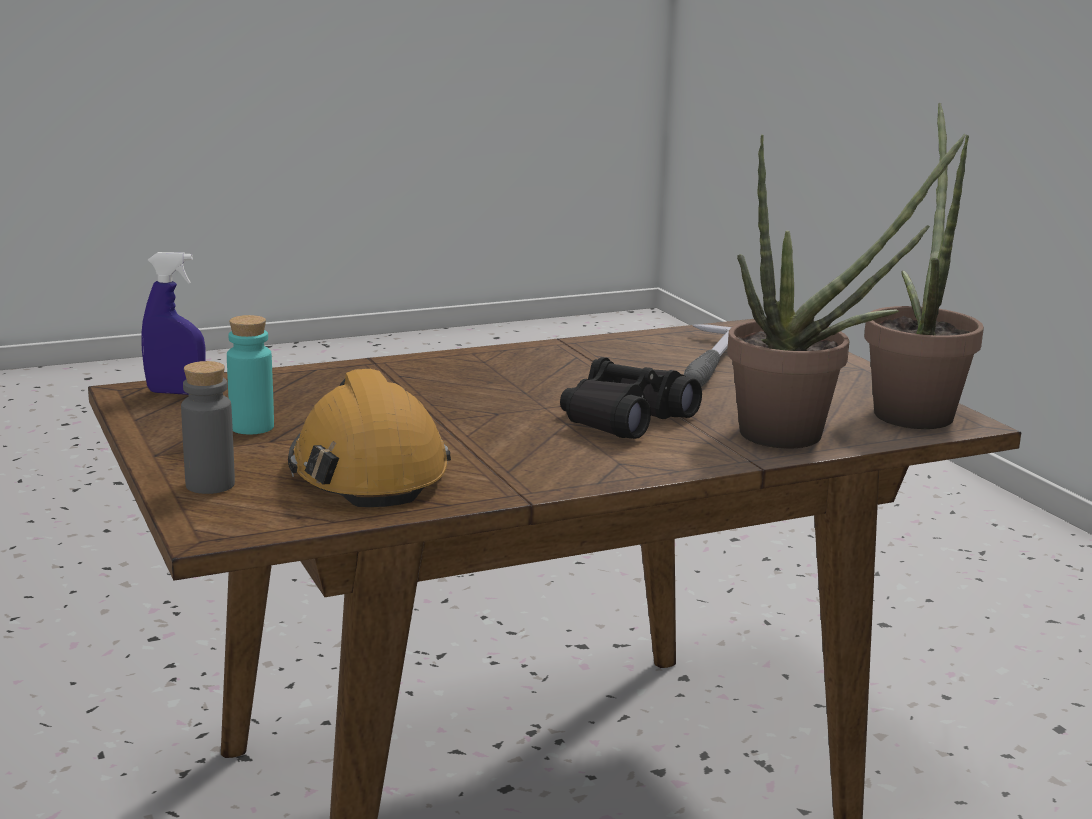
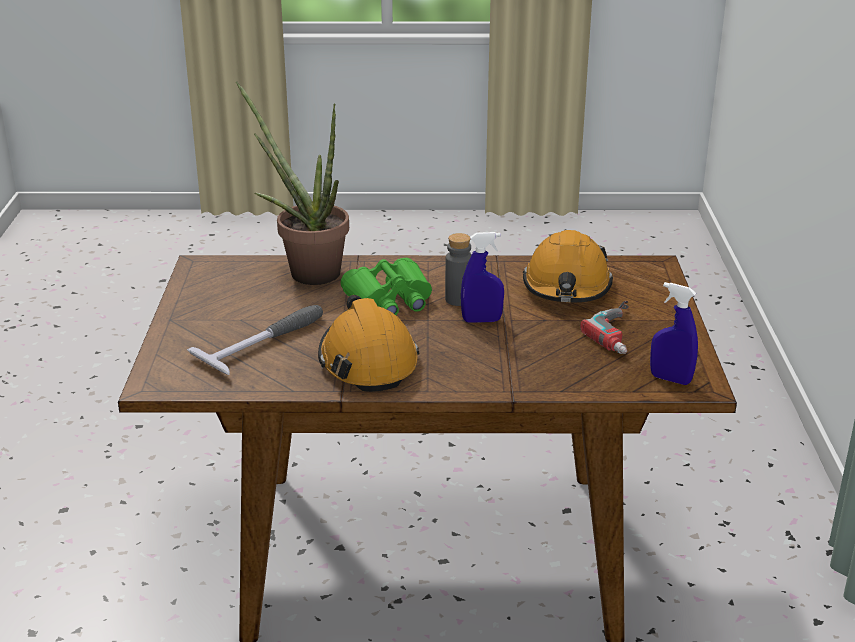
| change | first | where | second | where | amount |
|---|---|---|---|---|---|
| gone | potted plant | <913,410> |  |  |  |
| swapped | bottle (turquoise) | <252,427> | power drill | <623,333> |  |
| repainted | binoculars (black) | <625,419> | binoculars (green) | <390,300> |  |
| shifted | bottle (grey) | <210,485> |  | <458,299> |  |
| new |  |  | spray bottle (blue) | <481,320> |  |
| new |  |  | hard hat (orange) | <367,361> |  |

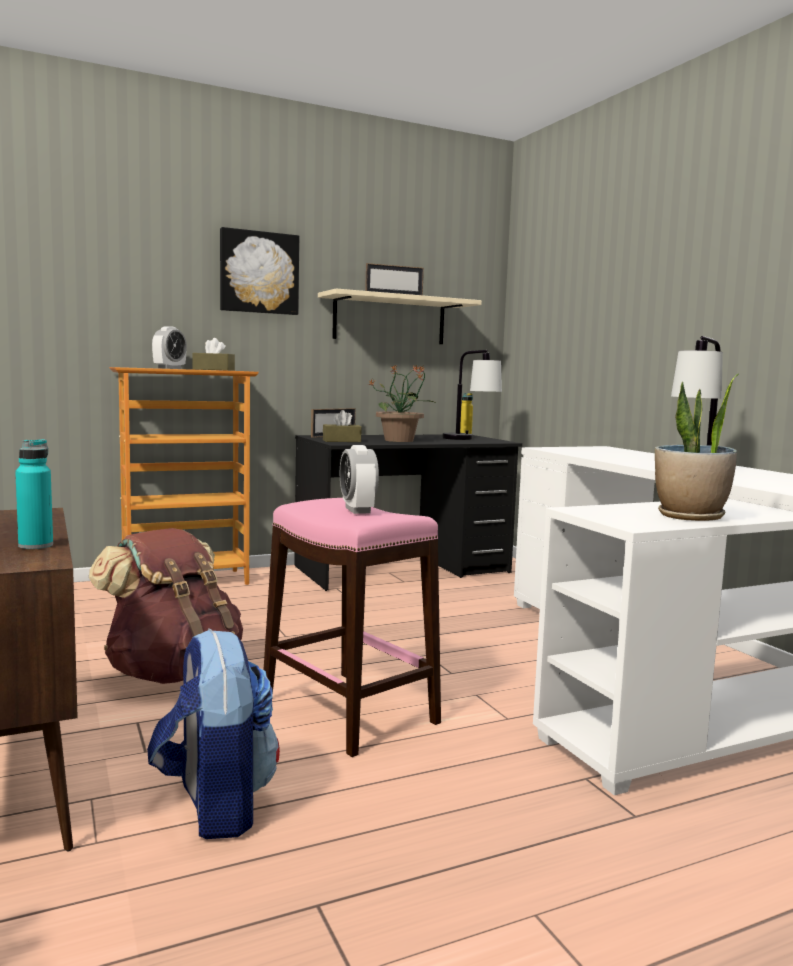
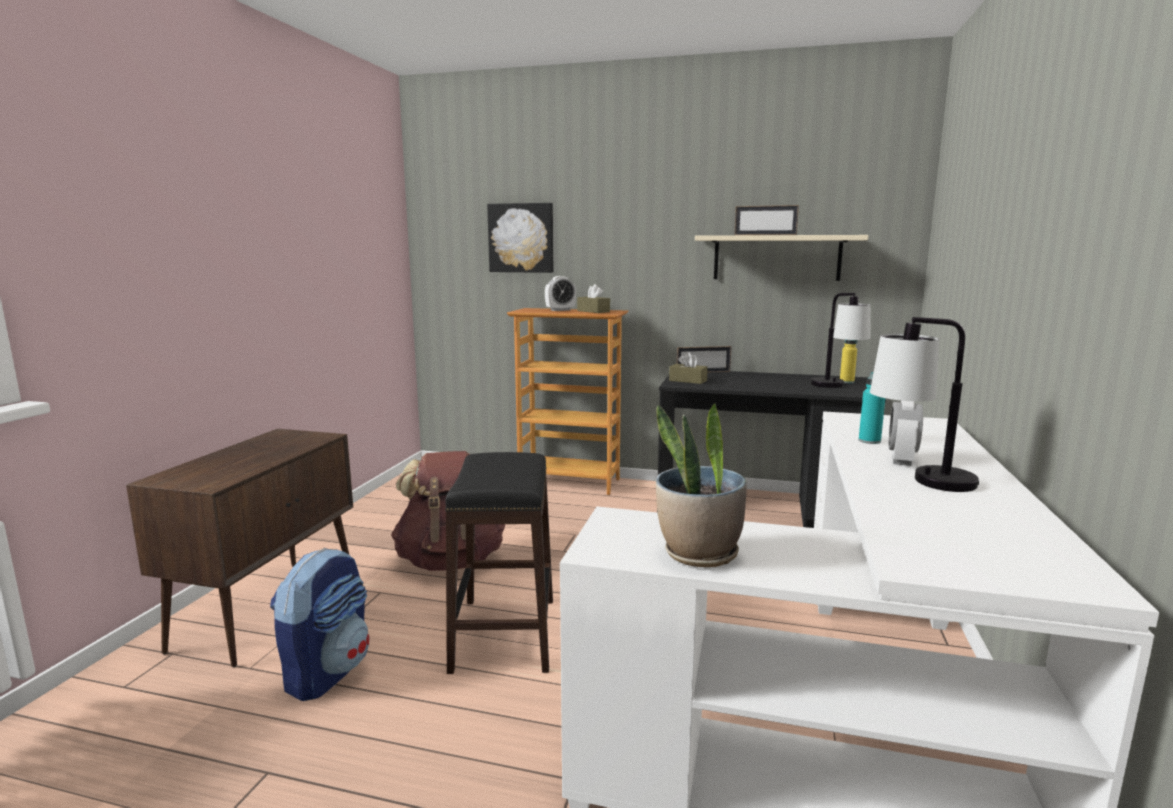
| change | first | where | second | where | amount |
|---|---|---|---|---|---|
| shifted | picture | <259,272> |  | <521,238> |  |
| gone | potted plant | <400,440> |  |  |  |
| shifted | bottle (turquoise) | <35,545> |  | <869,441> |  |
| shifted | alarm clock | <357,510> |  | <901,460> |  |
| repainted | stool (pink) | <348,711> | stool (black) | <503,634> |  |

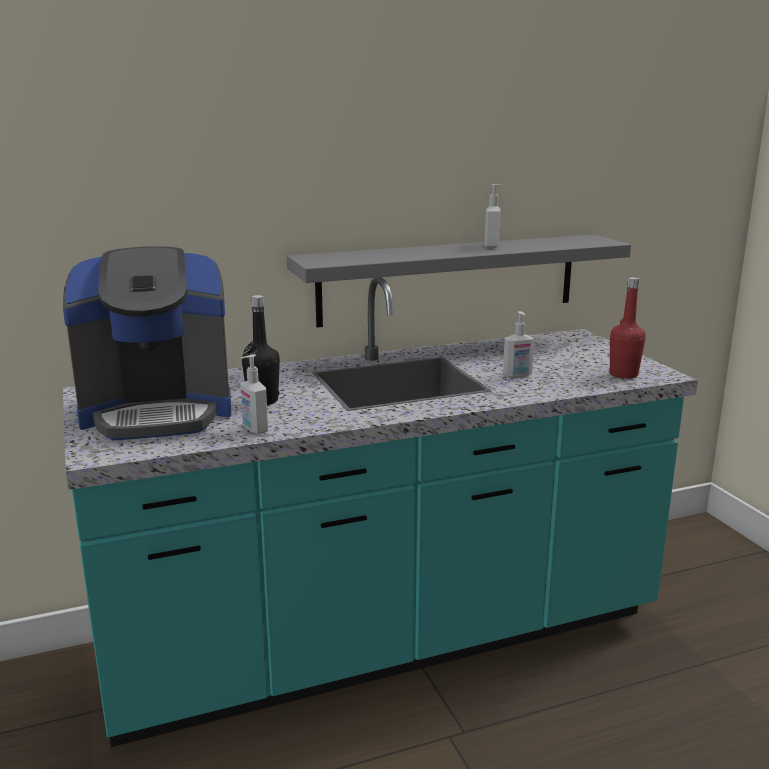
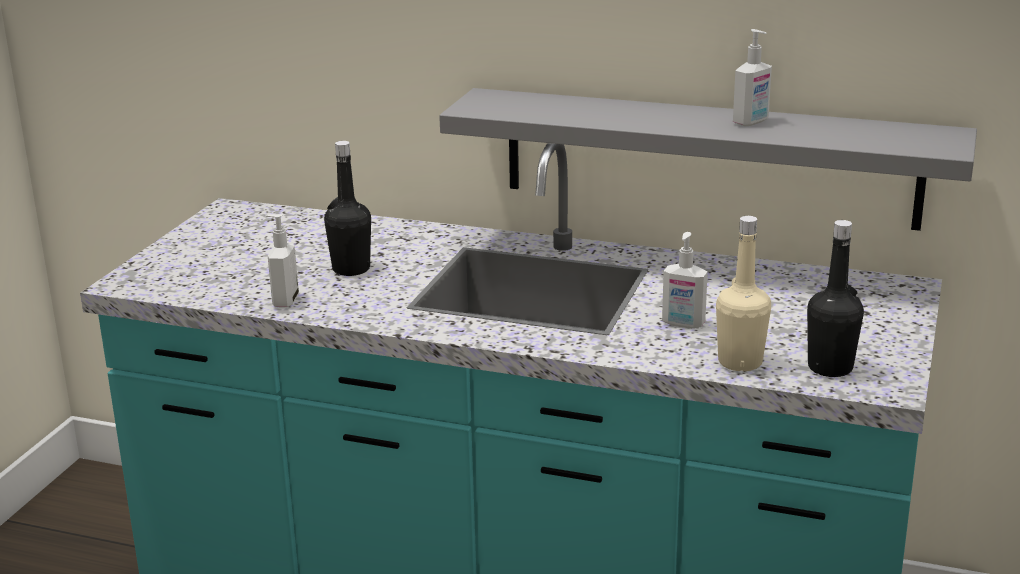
| change | first | where | second | where | amount |
|---|---|---|---|---|---|
| gone | coffee machine | <158,412> |  |  |  |
| repainted | bottle (red) | <623,374> | bottle (black) | <830,368> |  |
| new |  |  | bottle (beige) | <740,362> |  |

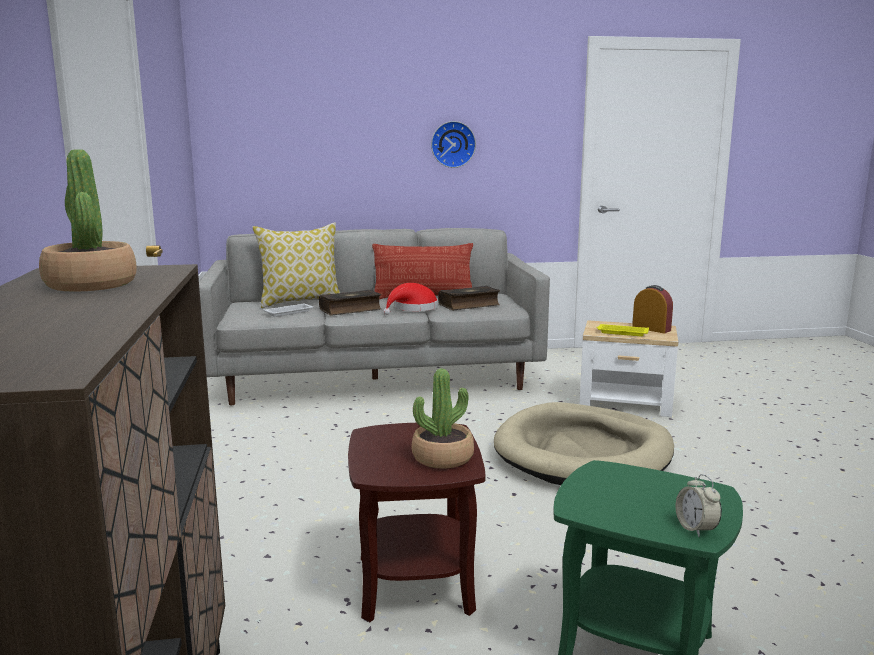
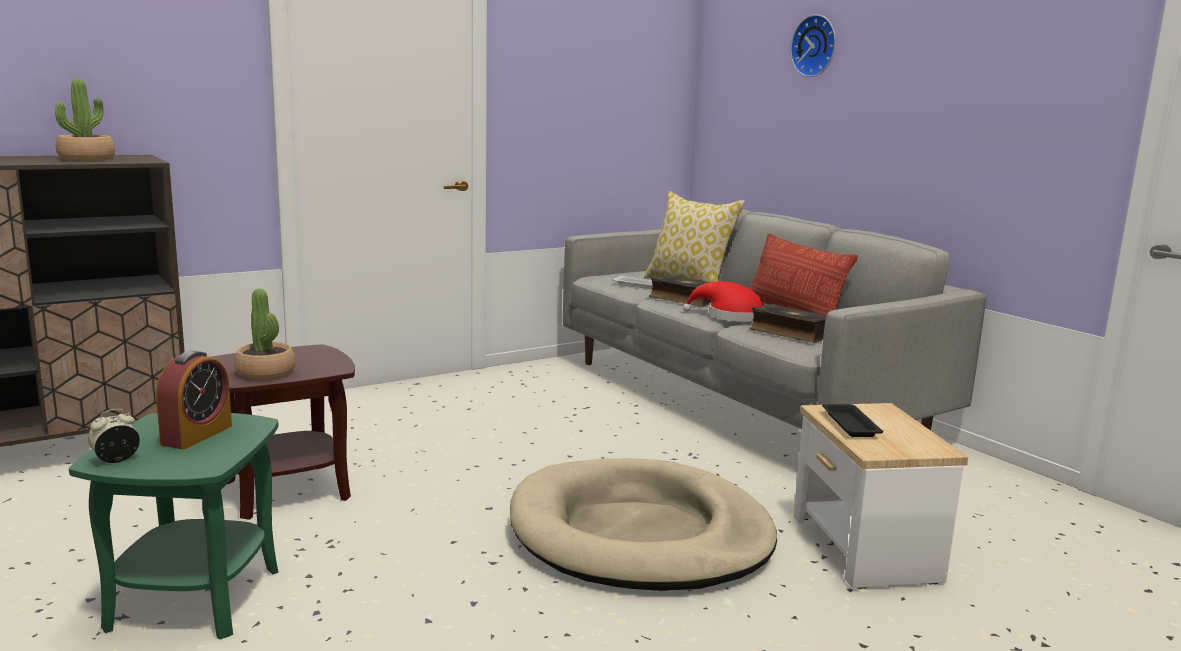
| change | first | where | second | where | amount |
|---|---|---|---|---|---|
| shifted | wall clock | <452,144> |  | <816,46> |  |
| shifted | alarm clock | <651,329> |  | <197,435> |  |
| repainted | tray (yellow) | <621,333> | tray (black) | <849,424> |  |

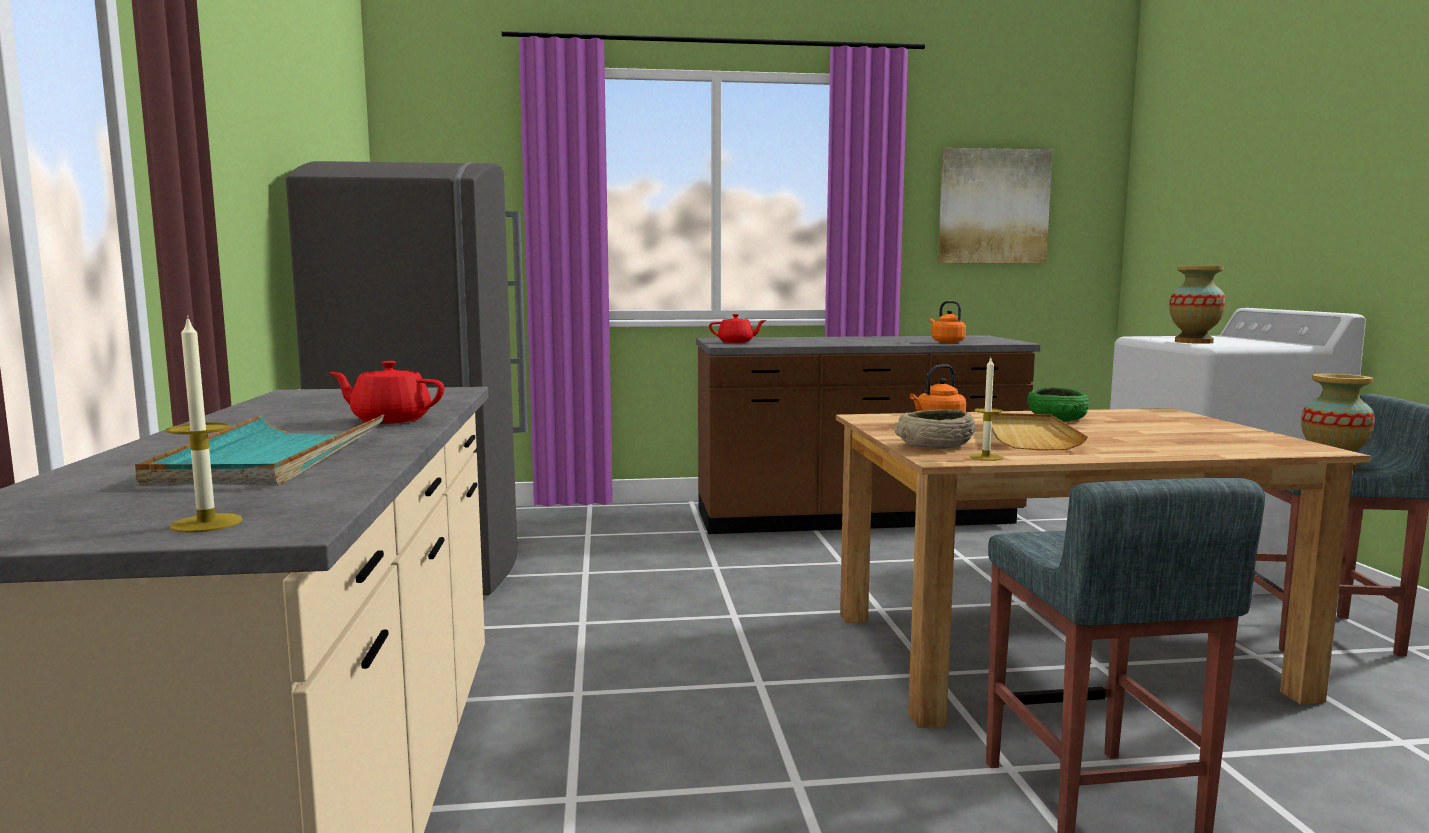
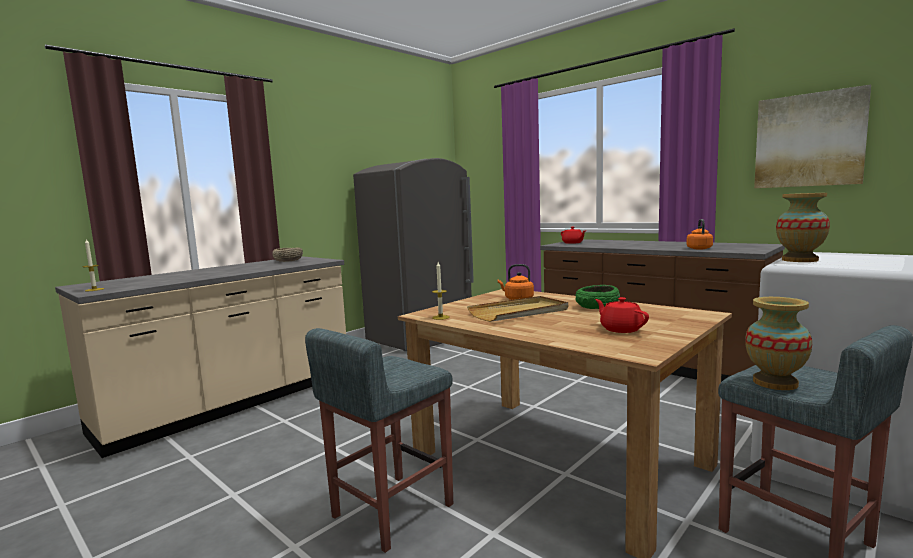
| change | first | where | second | where | amount |
|---|---|---|---|---|---|
| shifted | teapot (red) | <390,420> |  | <620,329> |  |
| shifted | bowl (beige) | <935,445> |  | <288,260> |  |
| gone | tray (turquoise) | <272,458> |  |  |  |

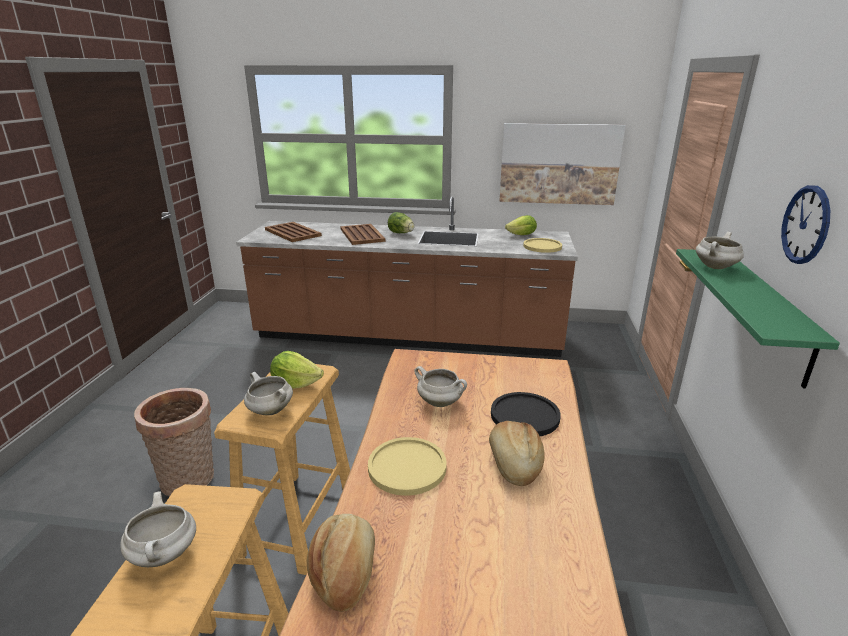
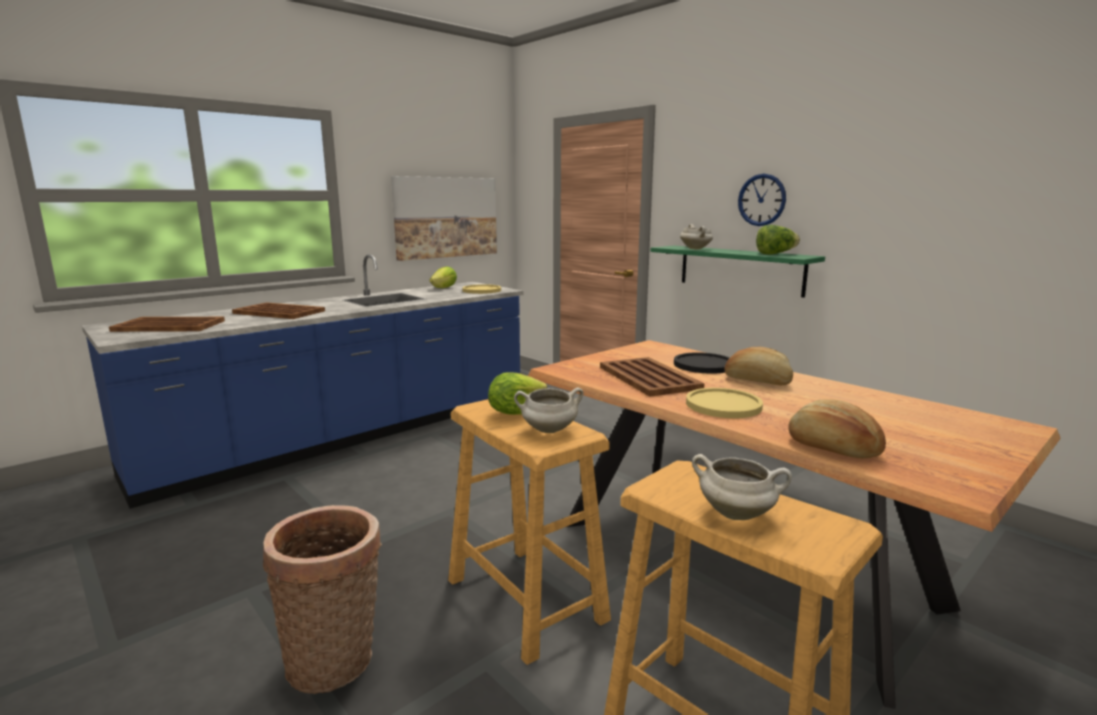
| change | first | where | second | where | amount |
|---|---|---|---|---|---|
| repainted | counter (brown) | <408,336> | counter (blue) | <348,435> |  |
| shifted | lettuce | <401,233> |  | <775,254> |  |
| swapped | cooking pot (white) | <440,402> | tray (brown) | <648,377> |  |

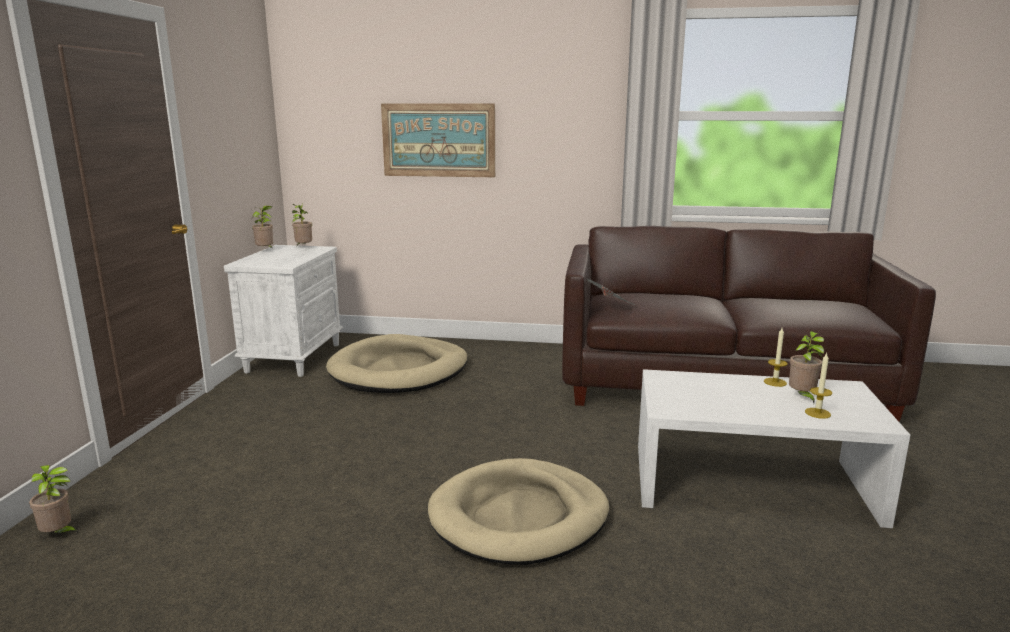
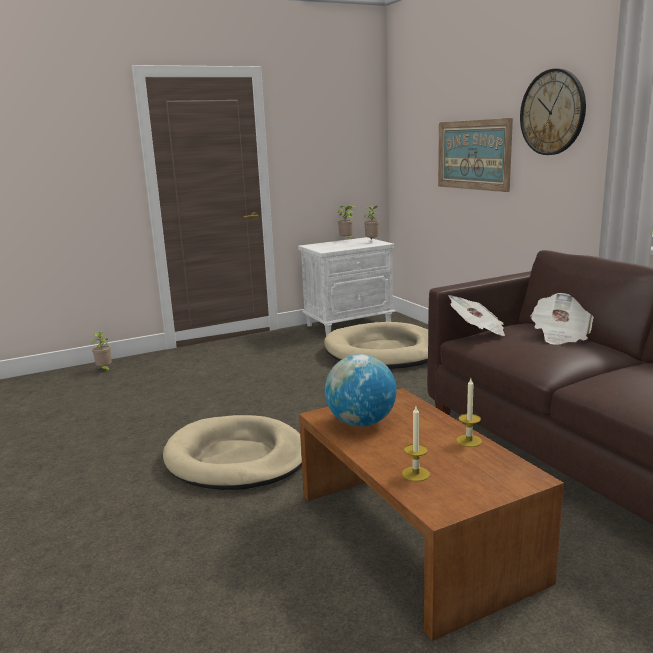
| change | first | where | second | where | amount |
|---|---|---|---|---|---|
| gone | potted plant | <802,397> |  |  |  |
| repainted | coffee table (white) | <751,483> | coffee table (brown) | <415,534> |  |
| new |  |  | wall clock | <552,112> |  |
| new |  |  | newspaper | <560,335> |  |
| new |  |  | globe | <361,422> |  |

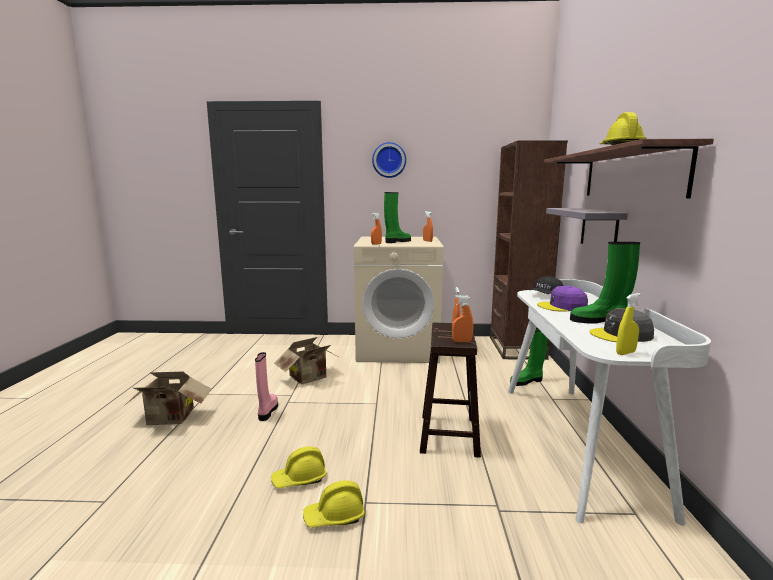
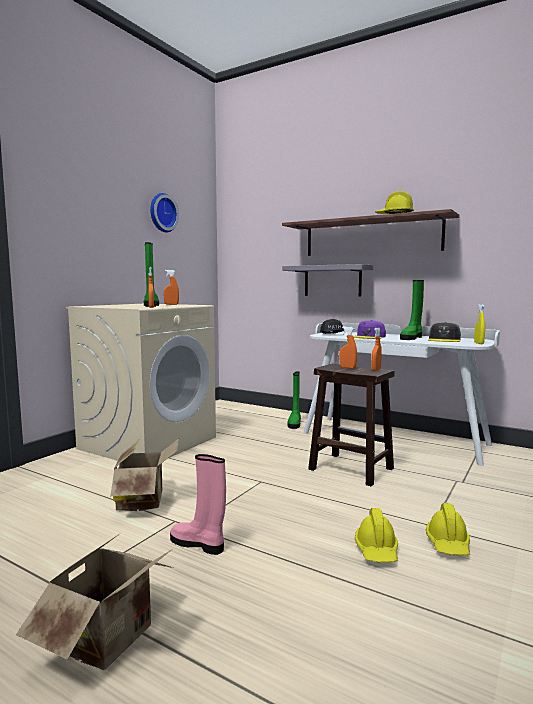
| change | first | where | second | where | amount |
|---|---|---|---|---|---|
| gone | bookcase (brown) | <516,348> |  |  |  |
| shifted | wall clock | <389,160> |  | <162,213> |  |

